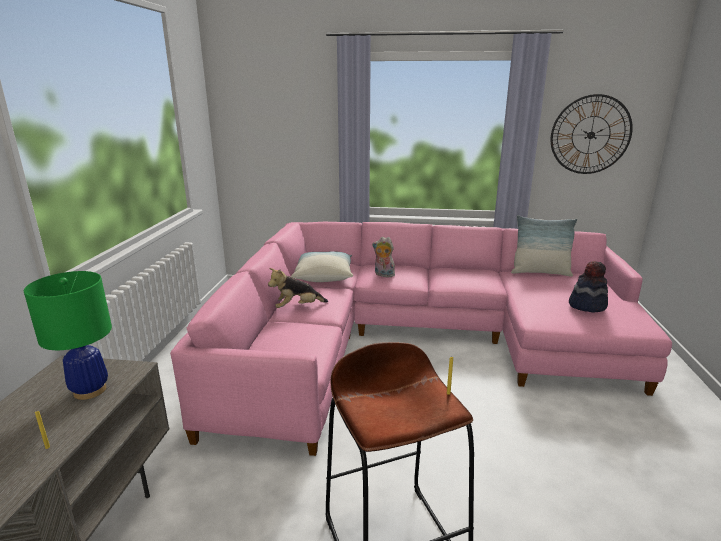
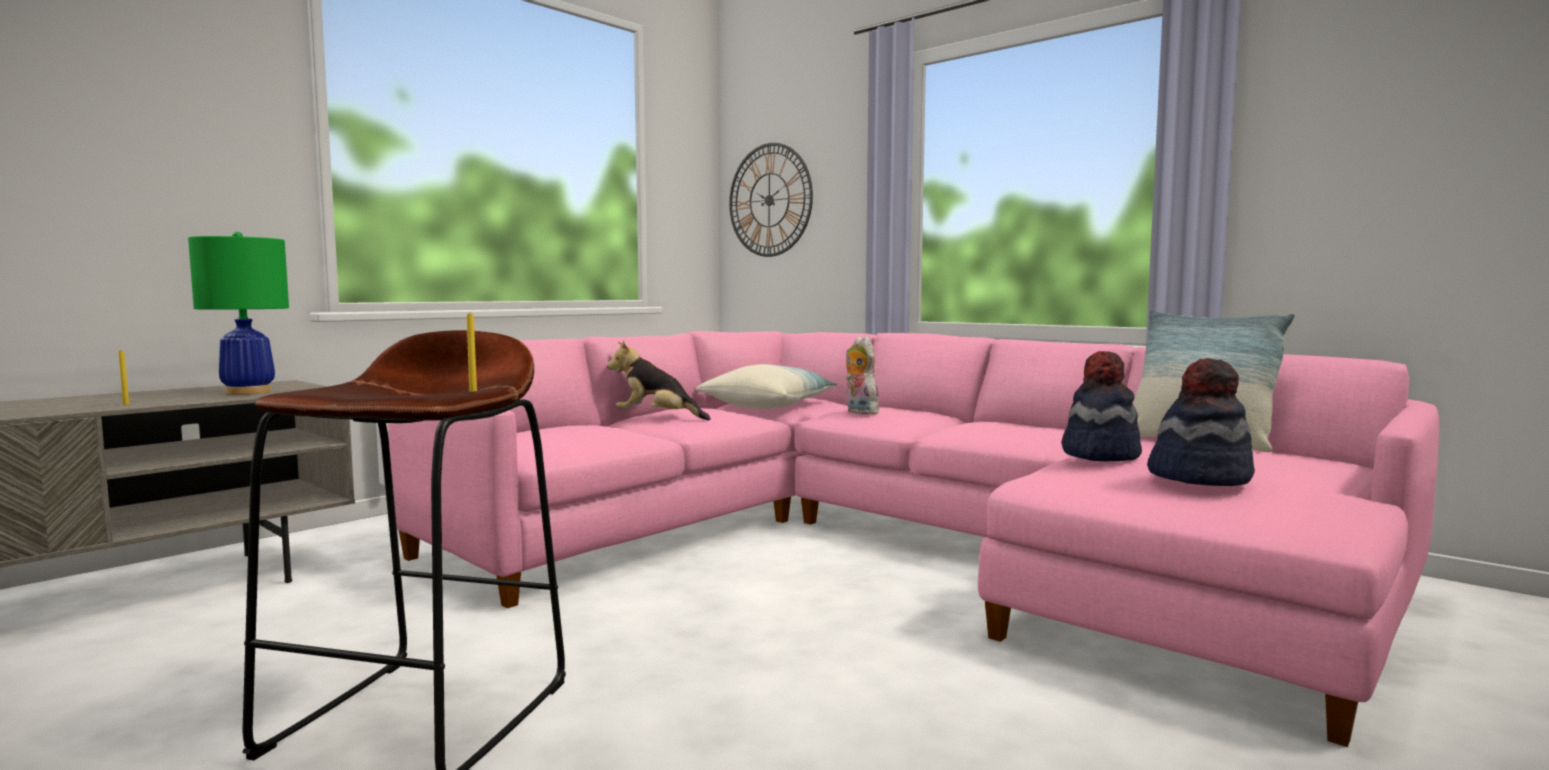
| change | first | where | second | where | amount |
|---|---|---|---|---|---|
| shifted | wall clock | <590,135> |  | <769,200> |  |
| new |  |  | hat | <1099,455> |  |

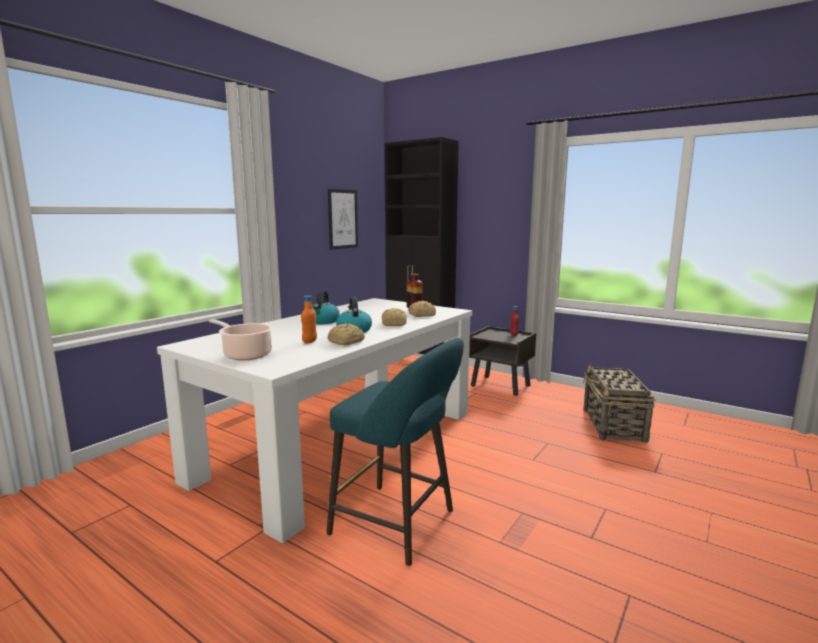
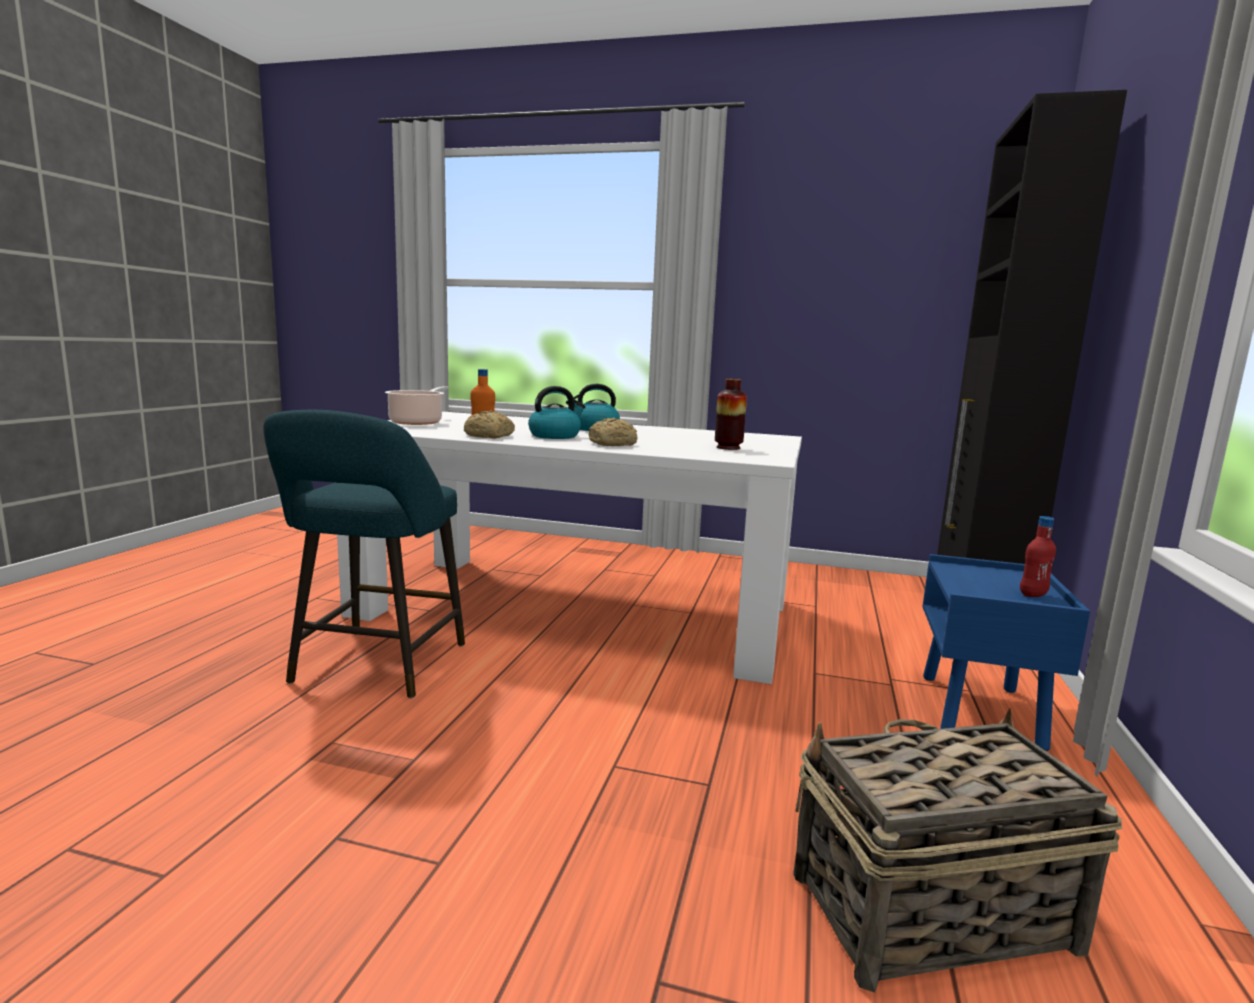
| change | first | where | second | where | amount |
|---|---|---|---|---|---|
| gone | picture | <343,219> |  |  |  |
| gone | bread | <421,315> |  |  |  |
| repainted | nightstand (brown) | <501,386> | nightstand (blue) | <981,712> |  |

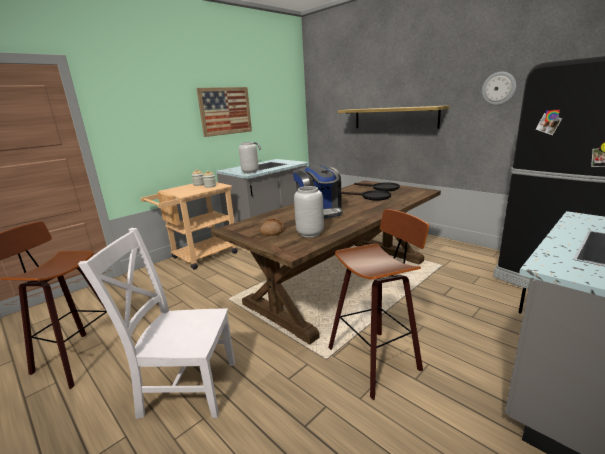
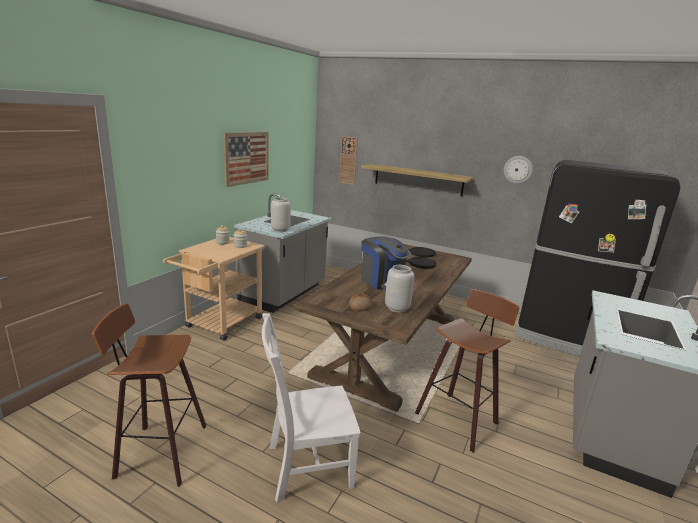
| change | first | where | second | where | amount |
|---|---|---|---|---|---|
| new |  |  | wall clock | <348,160> |  |

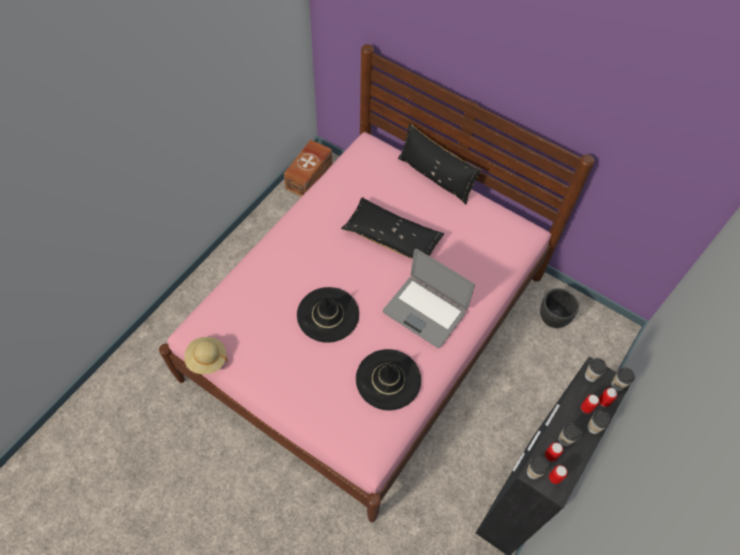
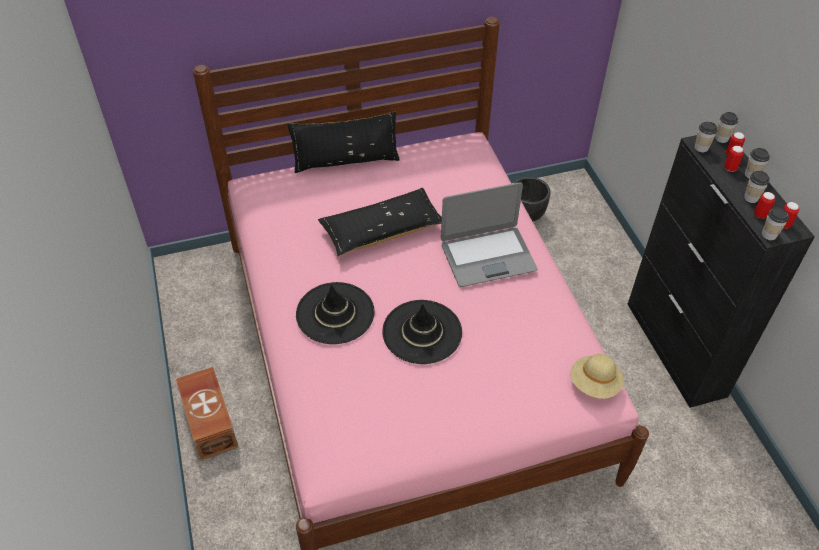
| change | first | where | second | where | amount |
|---|---|---|---|---|---|
| shifted | storage box (brown) | <310,176> |  | <211,421> |  |
| shifted | hat (beige) | <207,359> |  | <594,384> |  |
| shifted | hat (black) | <388,379> |  | <335,313> |  |

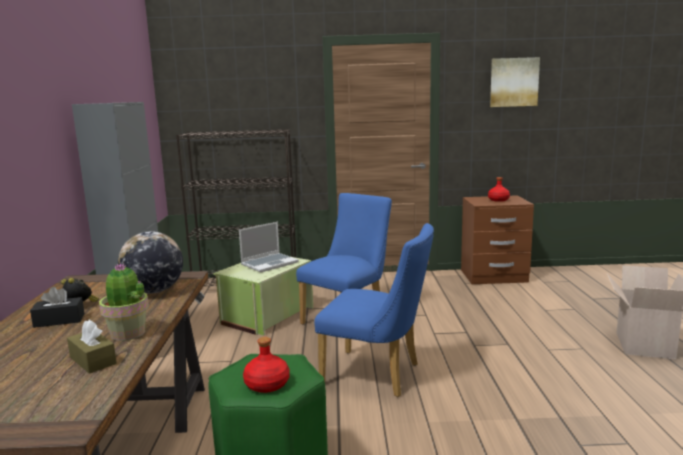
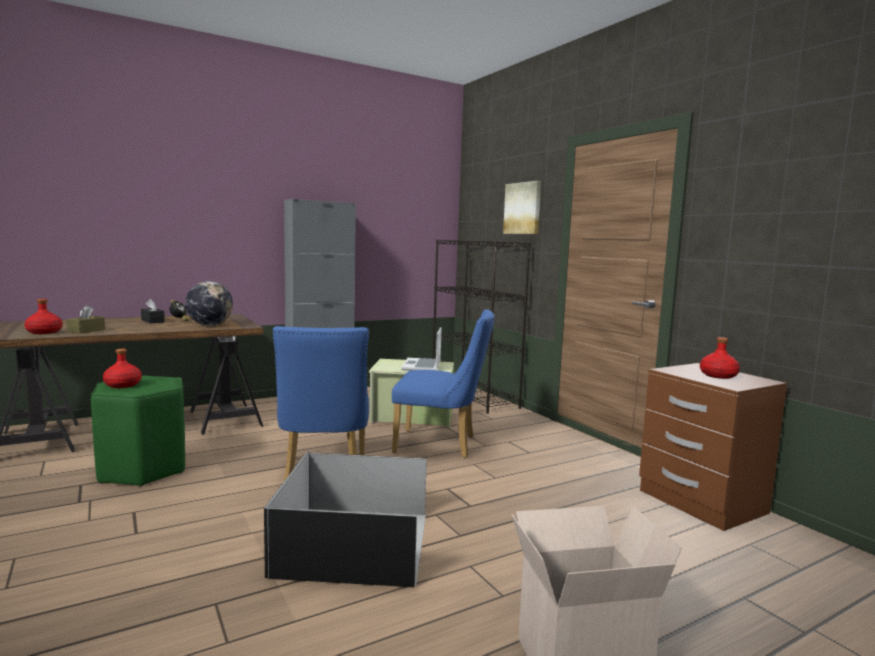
| change | first | where | second | where | amount |
|---|---|---|---|---|---|
| shifted | picture | <514,82> |  | <523,208> |  |
| rotated | laptop | <270,263> |  | <422,366> | 75 degrees clockwise |
| gone | potted plant | <128,334> |  |  |  |
| new |  |  | bottle (red) | <44,332> |  |
| new |  |  | storage box (black) | <354,544> |  |

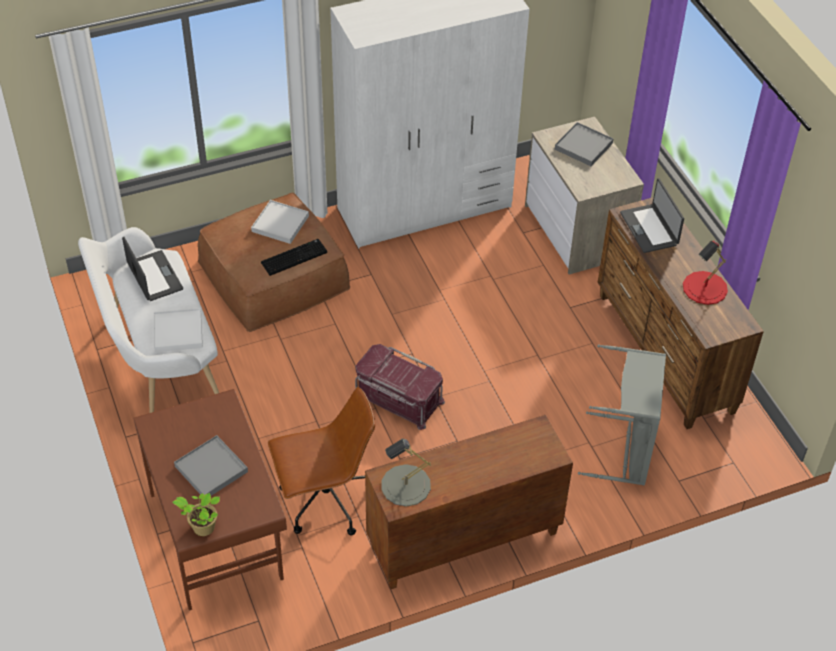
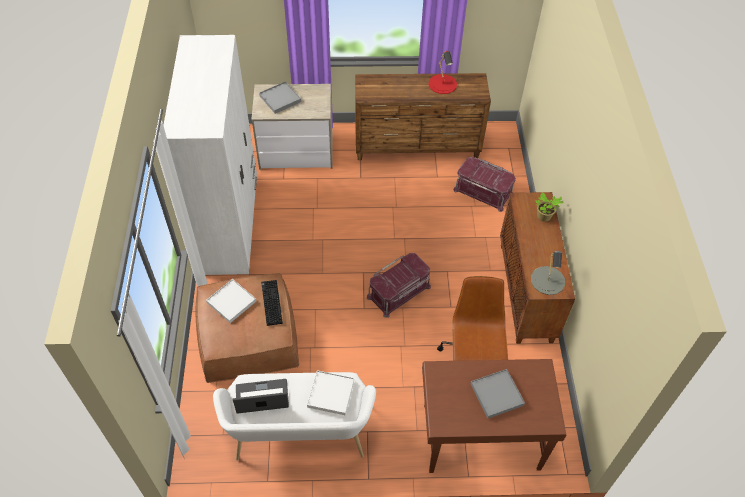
| change | first | where | second | where | amount |
|---|---|---|---|---|---|
| gone | laptop | <649,228> |  |  |  |
| swapped | laundry basket (grey) | <625,450> | storage box (red) | <483,191> |  |
| shifted | potted plant | <202,528> |  | <544,217> |  |

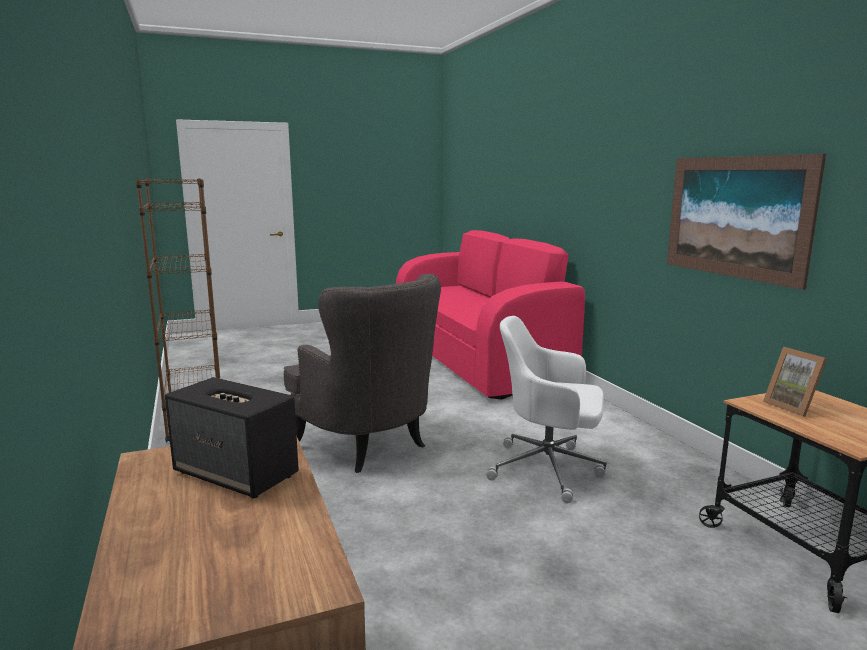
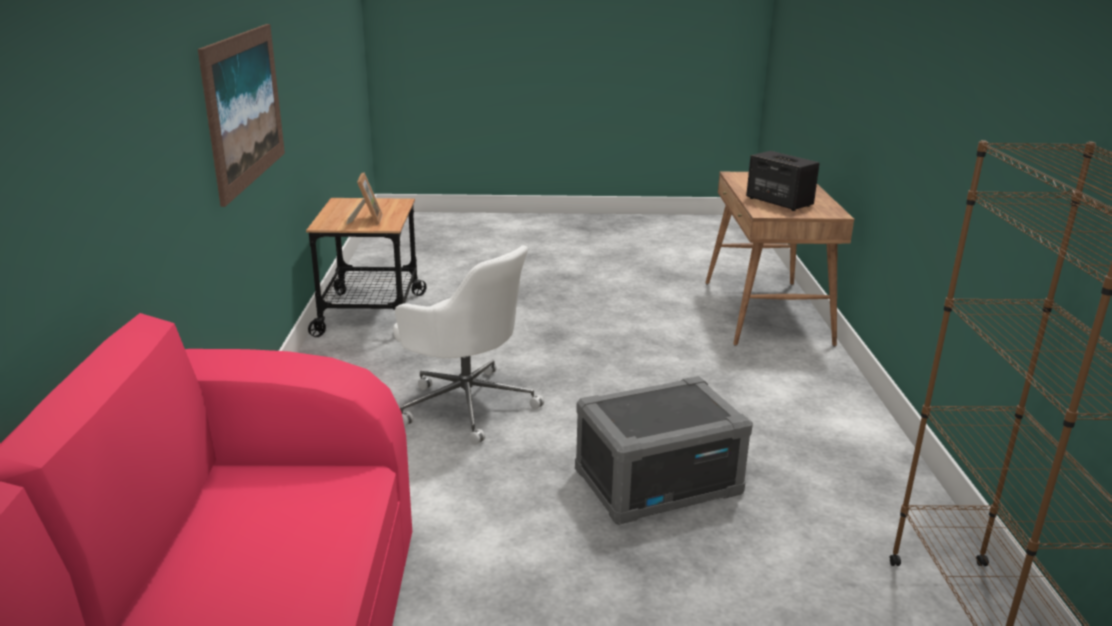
| change | first | where | second | where | amount |
|---|---|---|---|---|---|
| swapped | armchair (grey) | <369,447> | storage box (grey) | <658,482> |  |

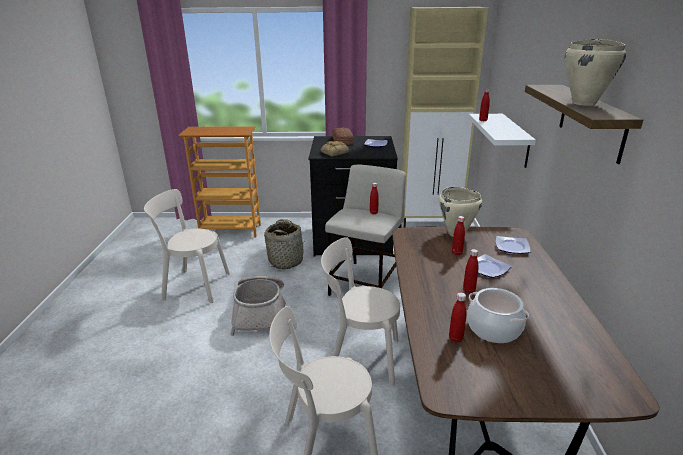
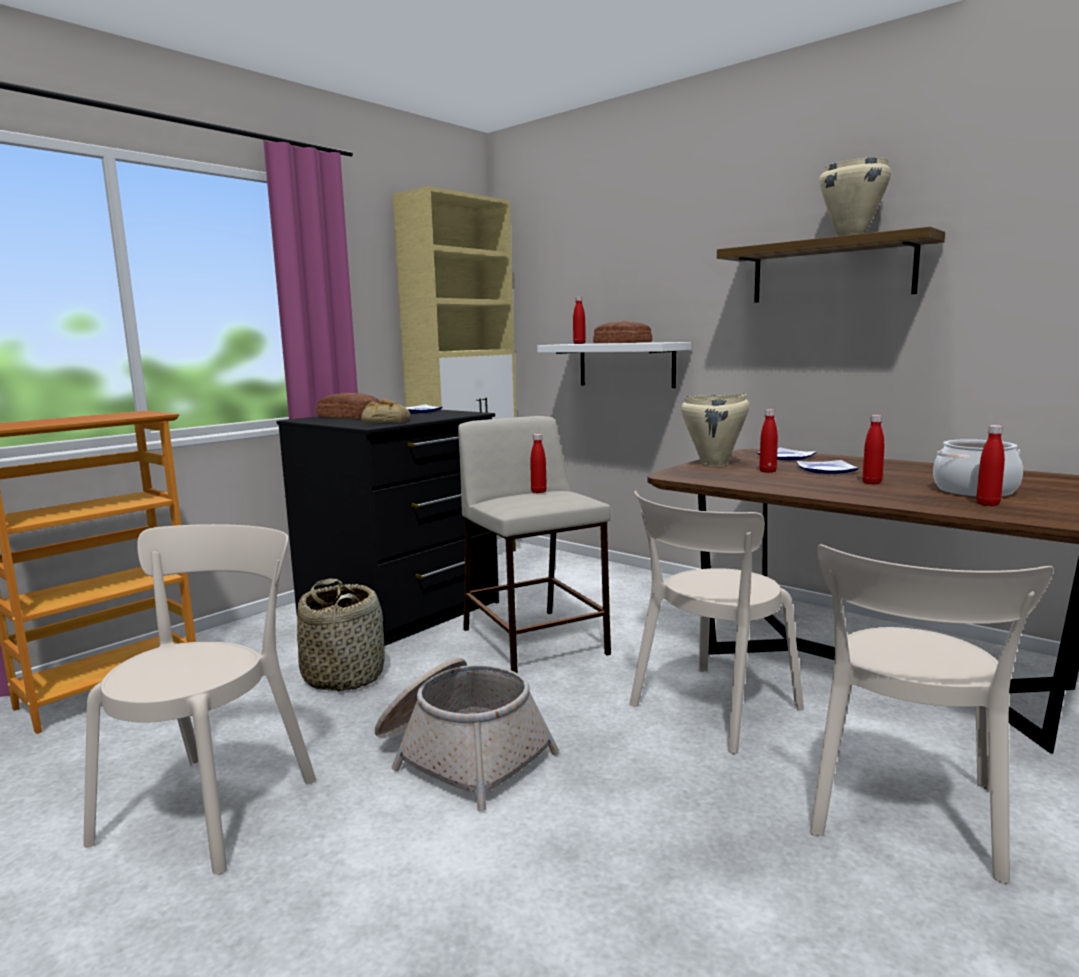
| change | first | where | second | where | amount |
|---|---|---|---|---|---|
| rotated | chair (beige) | <193,286> |  | <214,804> | 150 degrees clockwise |
| new |  |  | bread | <622,343> |  |

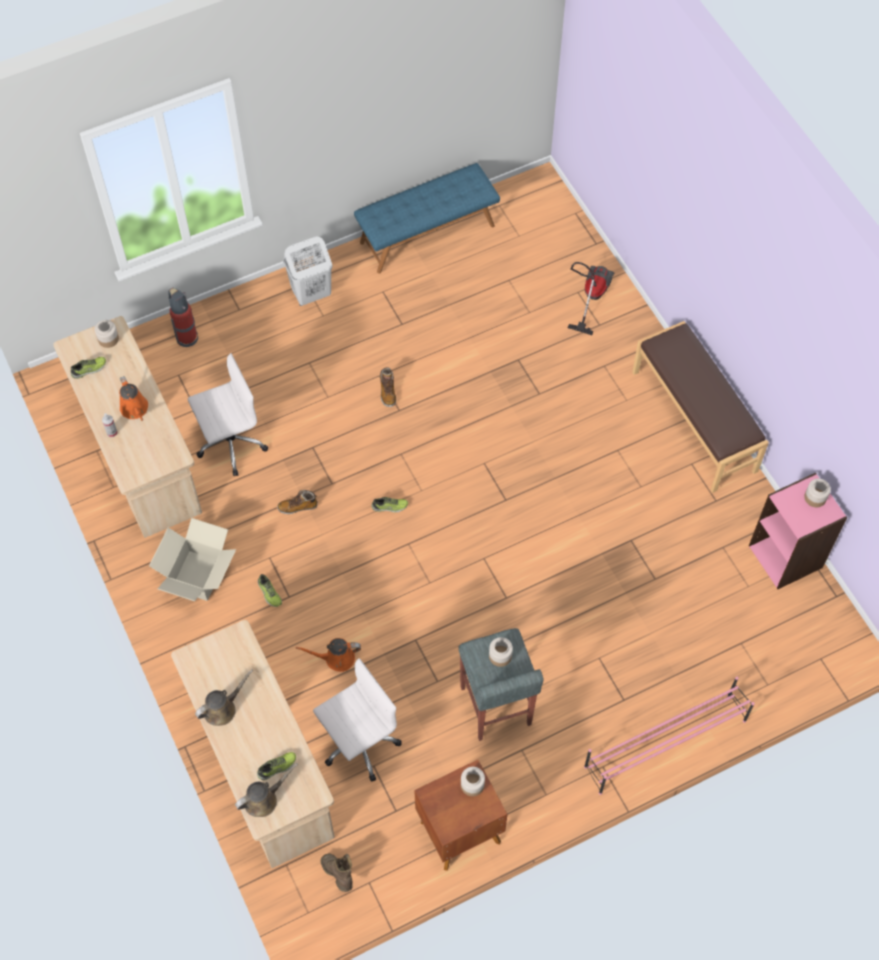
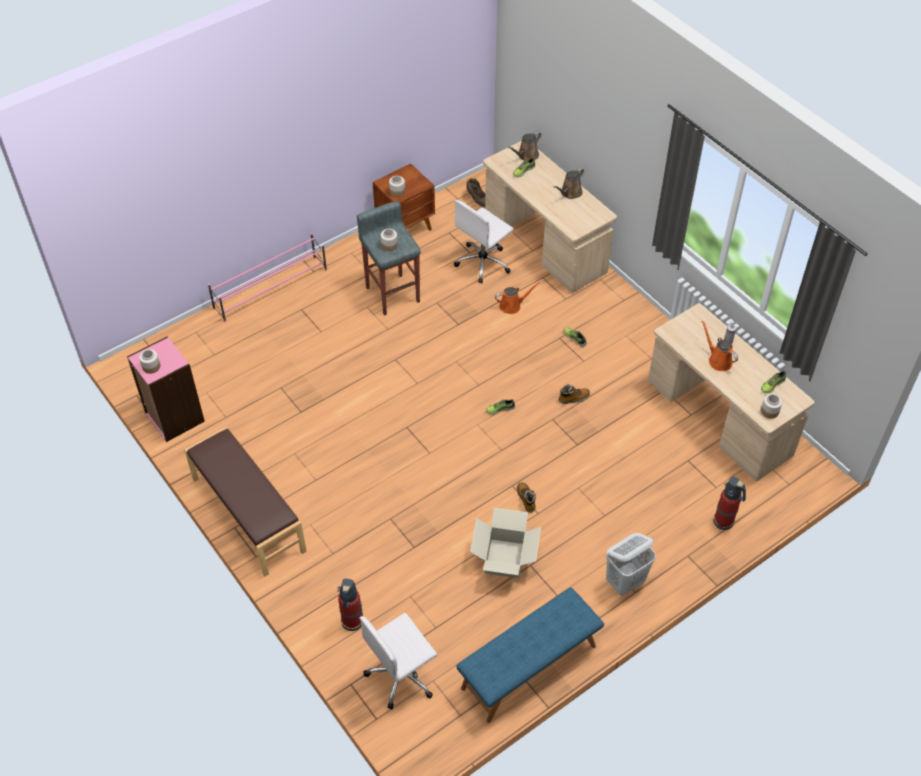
| change | first | where | second | where | amount |
|---|---|---|---|---|---|
| swapped | vacuum cleaner | <590,296> | fire extinguisher | <352,622> |  |
| shifted | office chair (white) | <230,443> |  | <402,675> |  |
| shifted | cardboard box | <197,575> |  | <505,558> |  |

